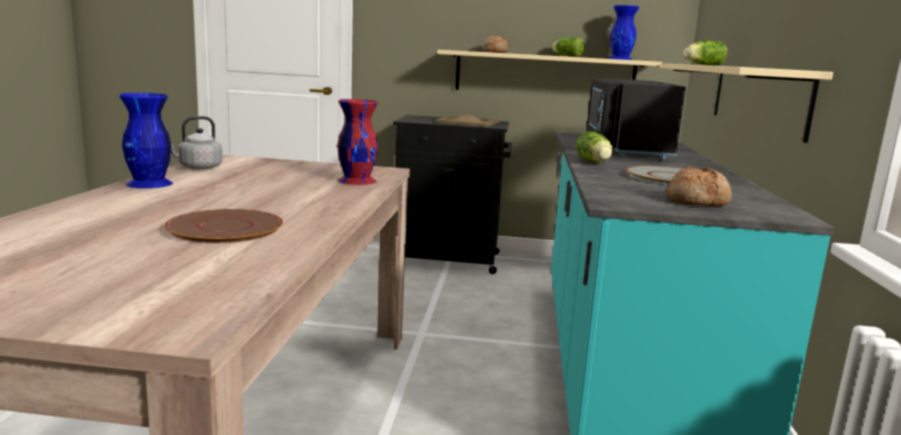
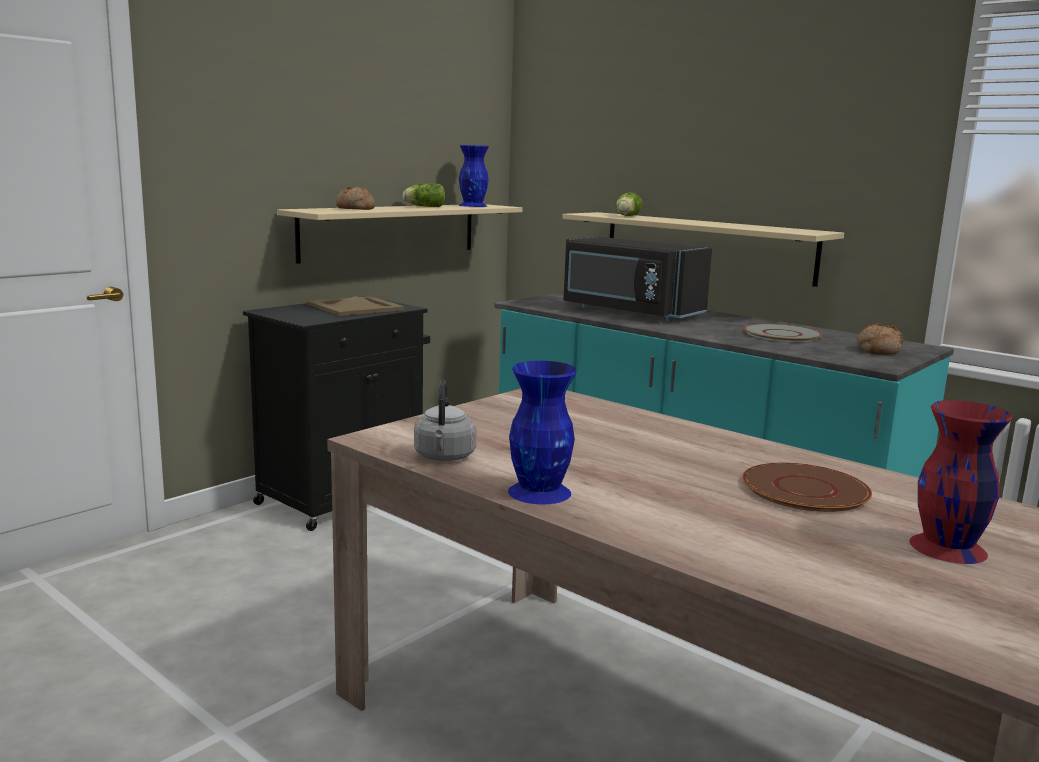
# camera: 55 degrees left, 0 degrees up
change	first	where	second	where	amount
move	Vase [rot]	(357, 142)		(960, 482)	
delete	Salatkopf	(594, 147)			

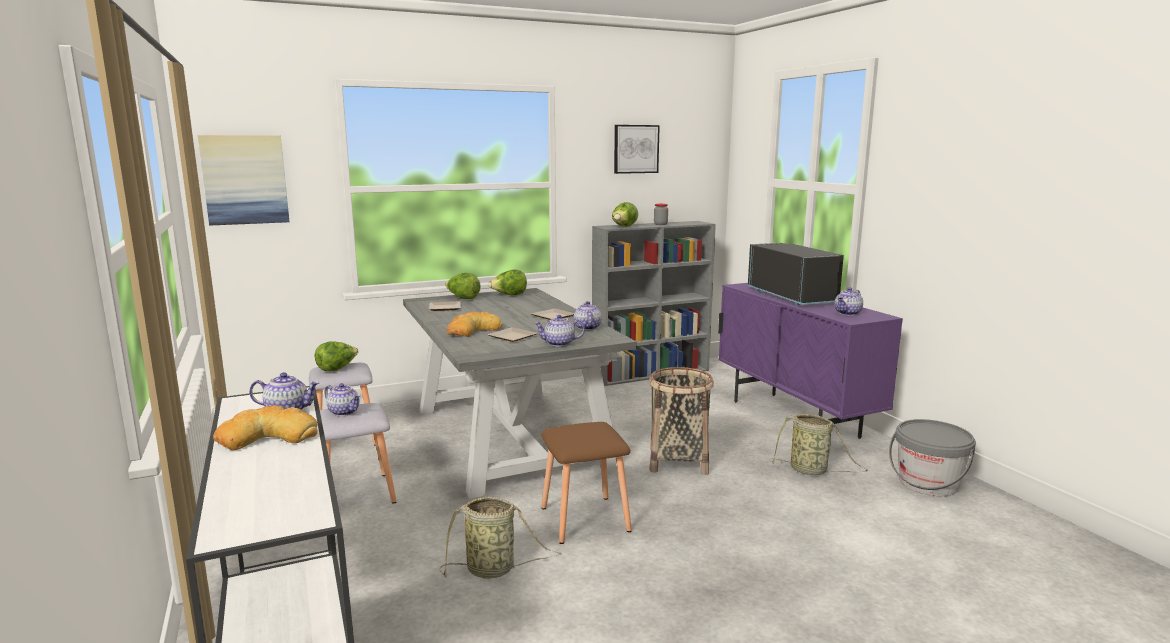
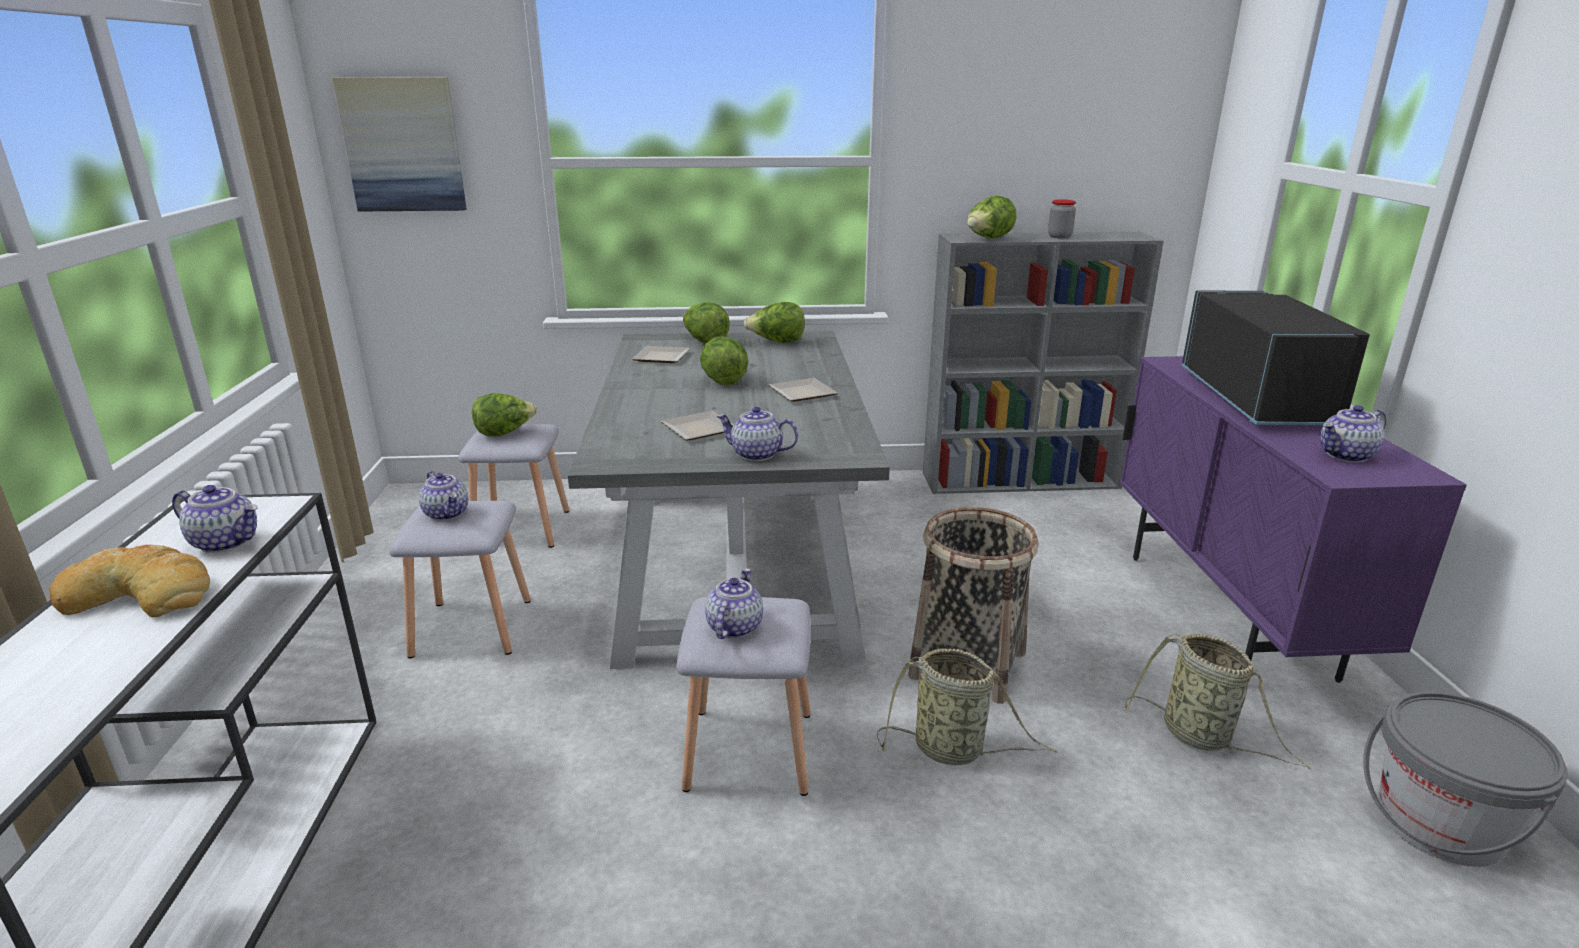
# camera: 20 degrees right, 10 degrees up
change	first	where	second	where	amount
recolor	Hocker [braun]	(586, 483)	Hocker [grau]	(743, 696)	
insert			Salatkopf	(724, 360)	
move	Teekanne	(587, 315)		(734, 603)	
move	Korb	(501, 537)		(967, 706)	
delete	Brot	(475, 324)			
delete	Bild	(637, 149)			

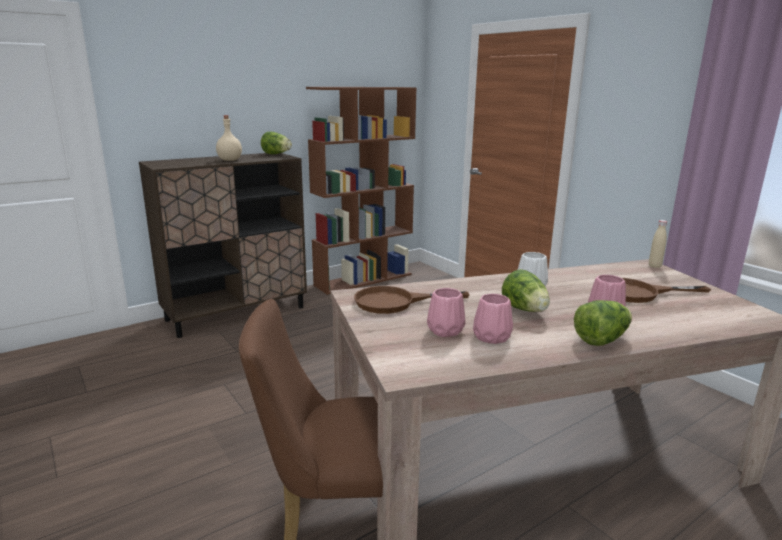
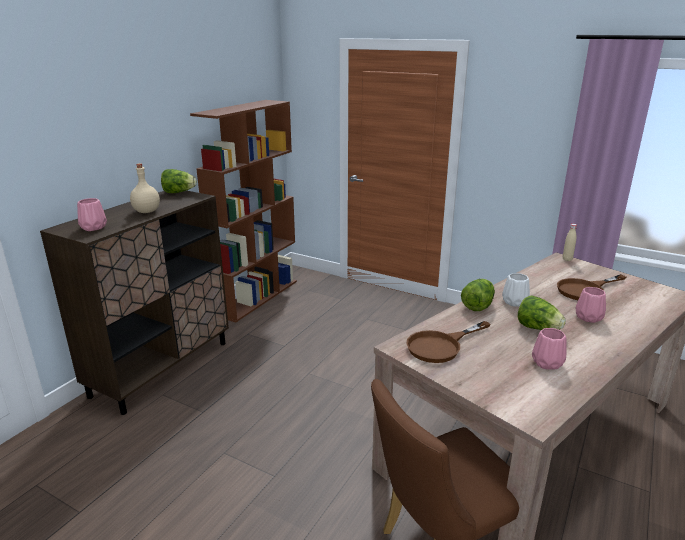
# camera: 25 degrees left, 5 degrees up
change	first	where	second	where	amount
move	Vase [rosa]	(446, 312)		(92, 214)	
move	Salatkopf	(603, 323)		(478, 295)	

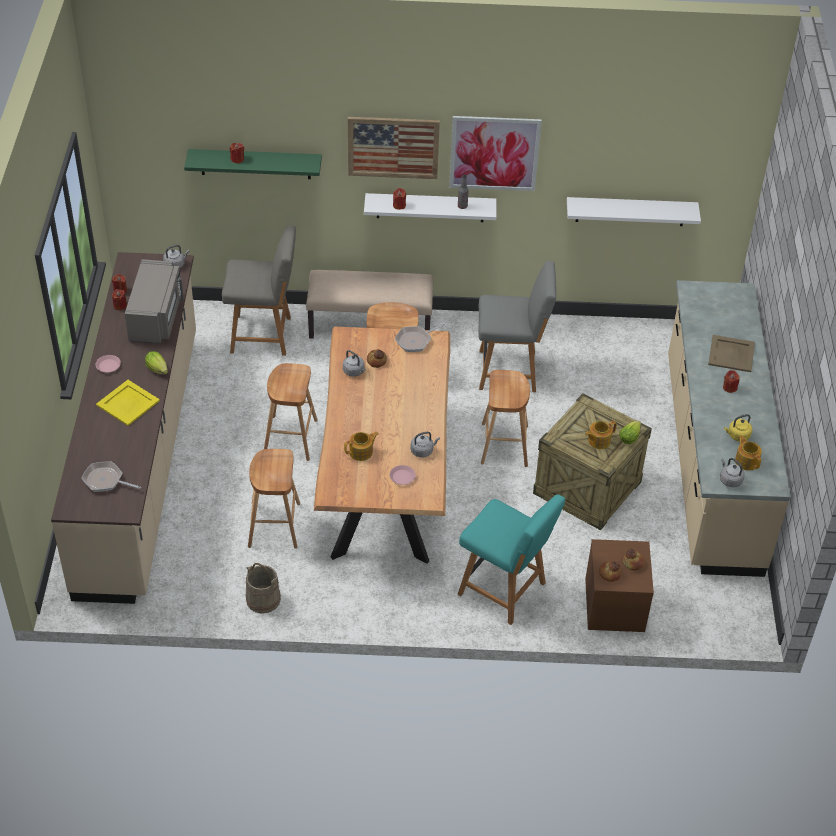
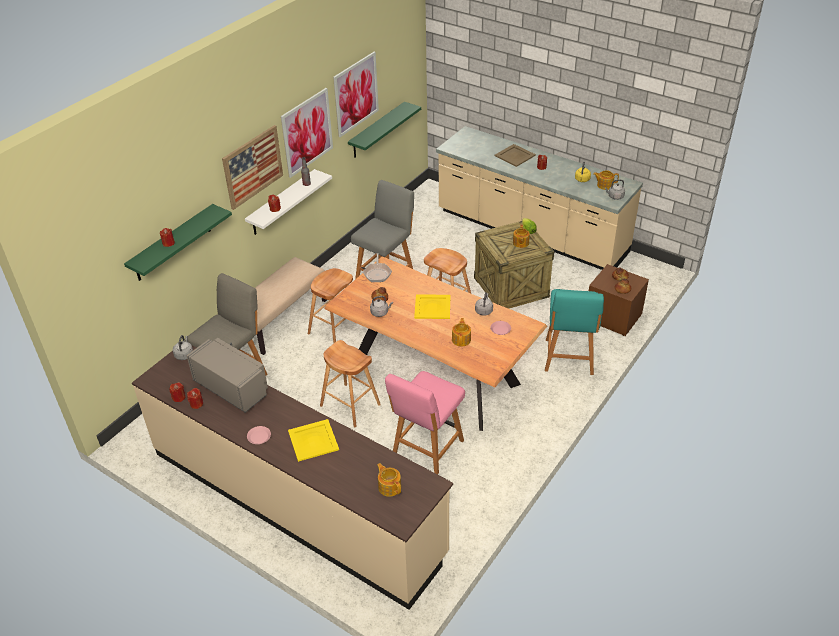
# camera: 55 degrees left, 5 degrees down
change	first	where	second	where	amount
insert			Bild	(356, 94)	
recolor	Wandregal [weiß]	(634, 211)	Wandregal [grün]	(384, 130)	
replace	Pfanne	(111, 476)	Teekanne	(389, 480)	
replace	Hocker [braun]	(274, 499)	Stuhl [rosa]	(425, 422)	
insert			Tablett [gelb]	(432, 306)	
rotate	Stuhl [türkis]	(511, 559)		(574, 332)	120 degrees clockwise
delete	Salatkopf	(156, 362)			
delete	Eimer [beige]	(263, 588)			

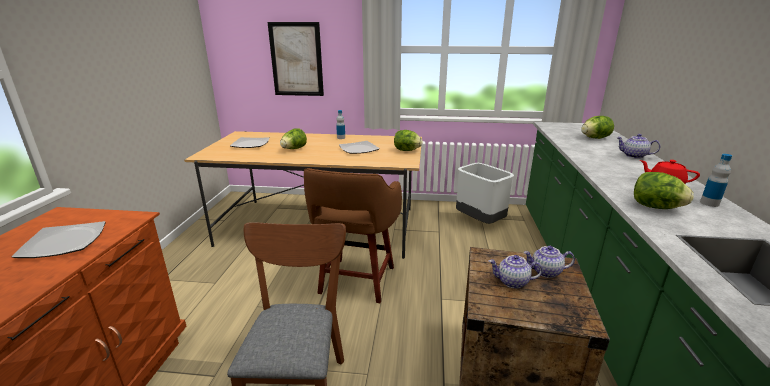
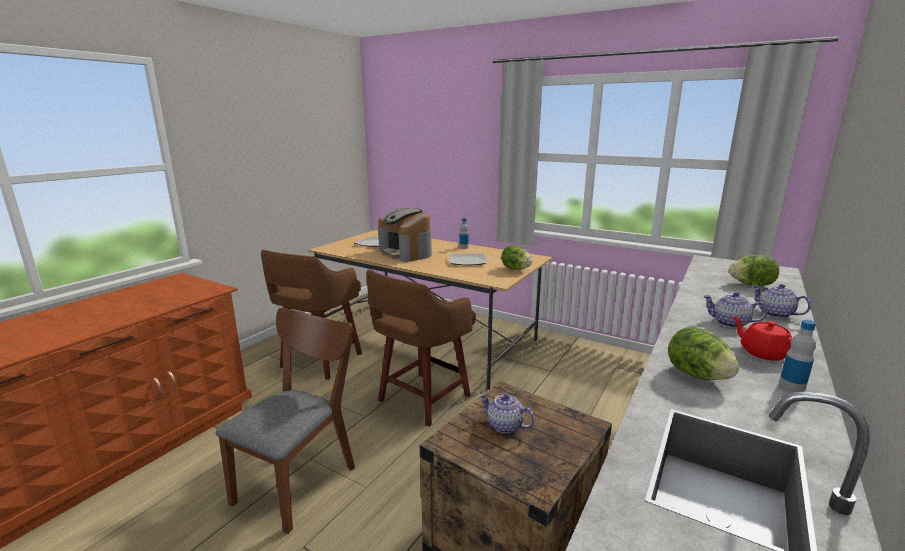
# camera: 25 degrees right, 5 degrees down
change	first	where	second	where	amount
insert			Hocker [braun]	(311, 315)	
replace	Salatkopf	(293, 138)	Kaffeemaschine	(405, 235)	
move	Teekanne	(549, 262)		(735, 310)	
delete	Teller	(58, 239)			
delete	Bild	(295, 59)			
delete	Mülleimer [grau]	(485, 193)			

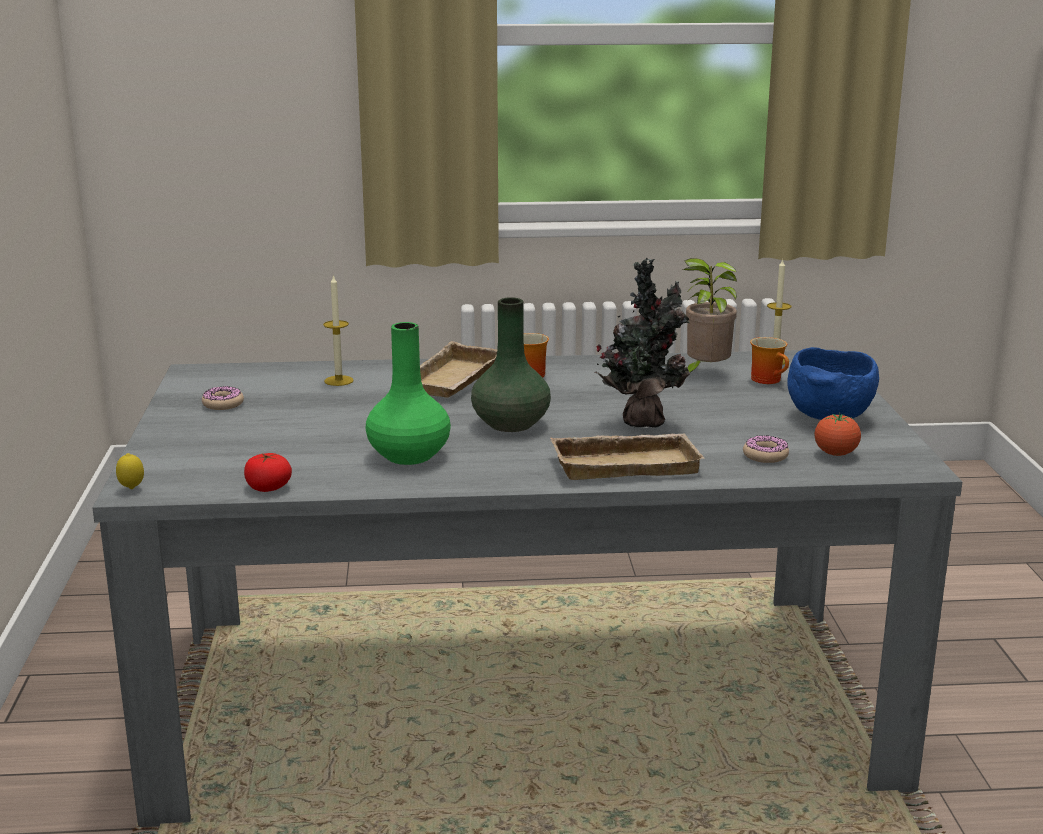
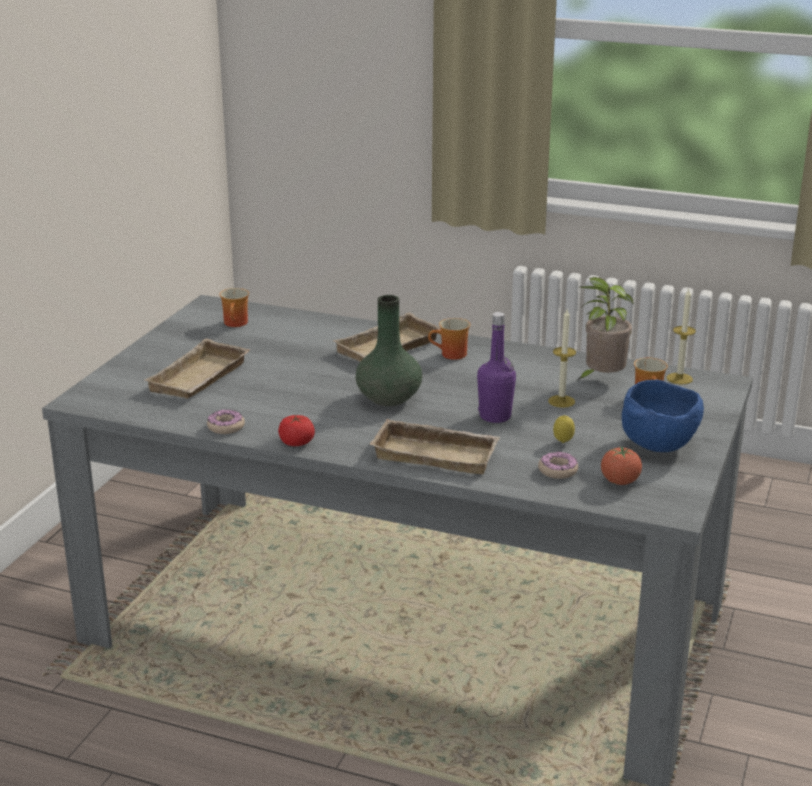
# camera: 25 degrees right, 5 degrees up
change	first	where	second	where	amount
insert			Tablett [beige]	(197, 368)	
move	Donut	(223, 398)		(226, 422)	
insert			Henkelbecher	(234, 307)	
move	Tomate	(268, 472)		(296, 430)	
replace	Topfpflanze	(642, 343)	Flasche [lila]	(496, 367)	
move	Kerze	(338, 330)		(562, 358)	
move	Zitrone	(130, 471)		(564, 429)	
delete	Vase [grün]	(408, 393)			

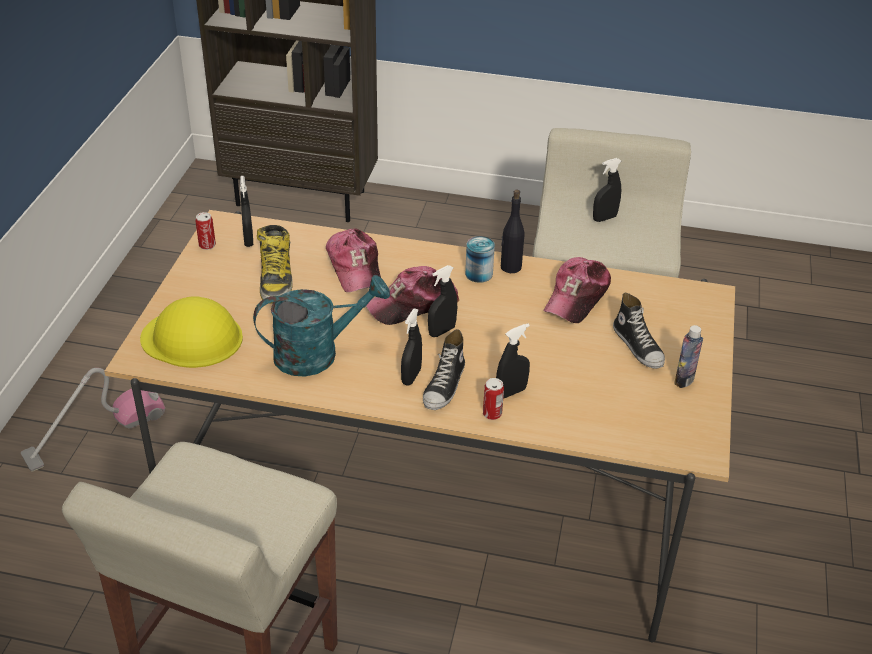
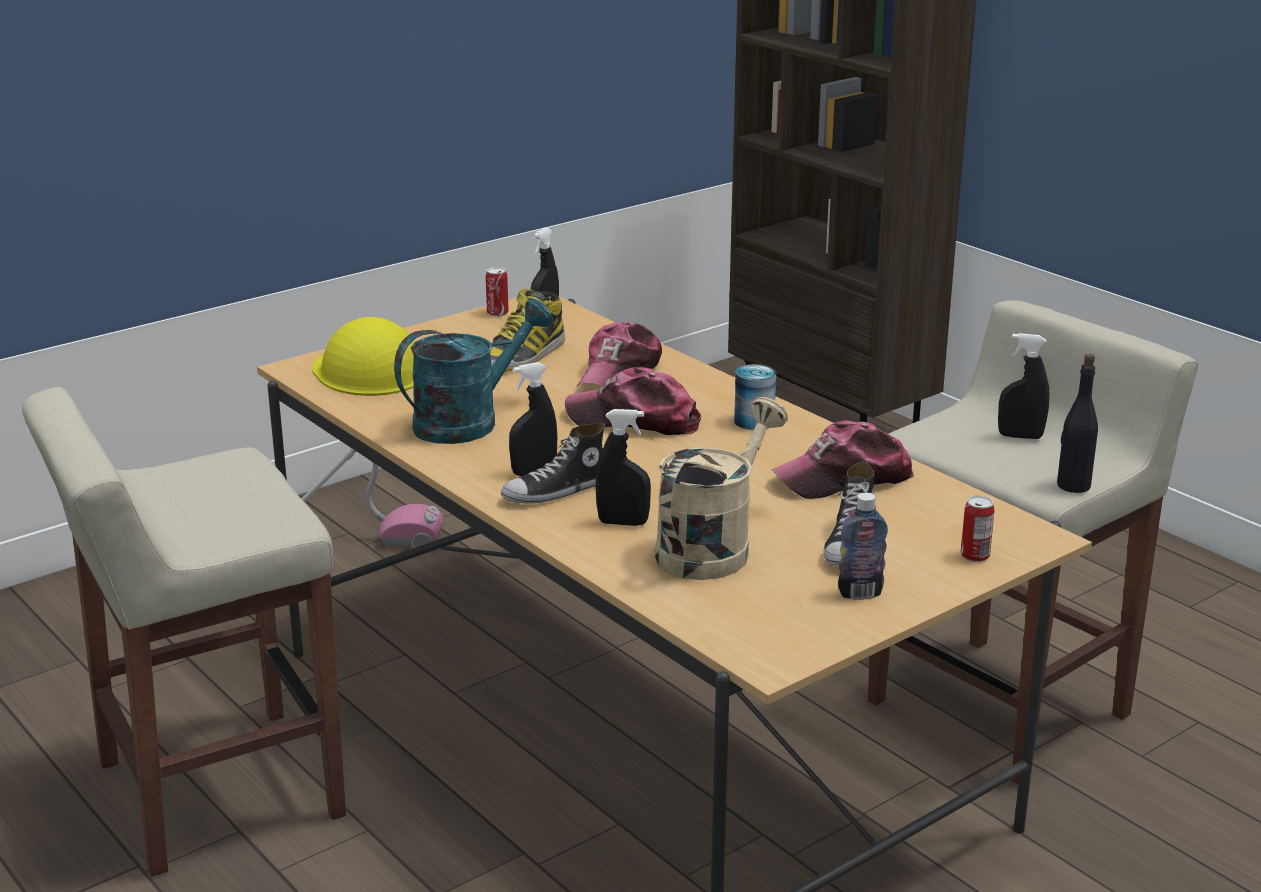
# camera: 40 degrees right, 15 degrees down
change	first	where	second	where	amount
rotate	Gießkanne [türkis]	(321, 326)		(473, 371)	60 degrees counterclockwise
insert			Gießkanne [beige]	(721, 488)	
move	Dose	(493, 399)		(977, 529)	
move	Flasche [schwarz]	(512, 231)		(1077, 423)	
delete	Sprühflasche [schwarz]	(442, 301)			

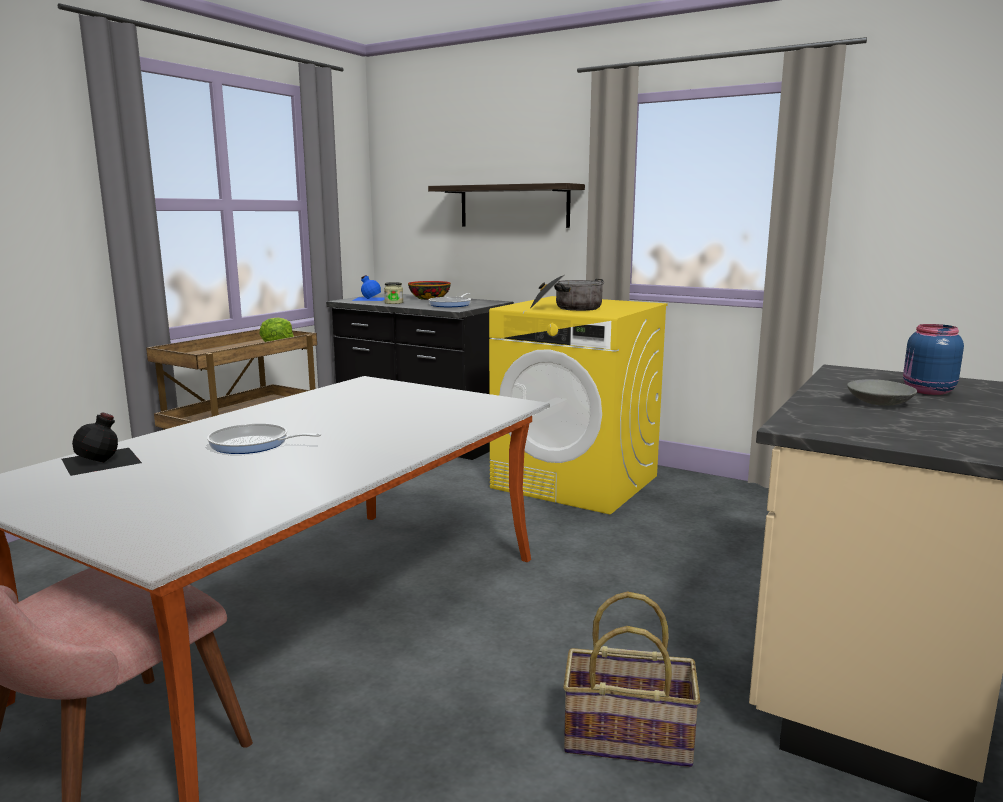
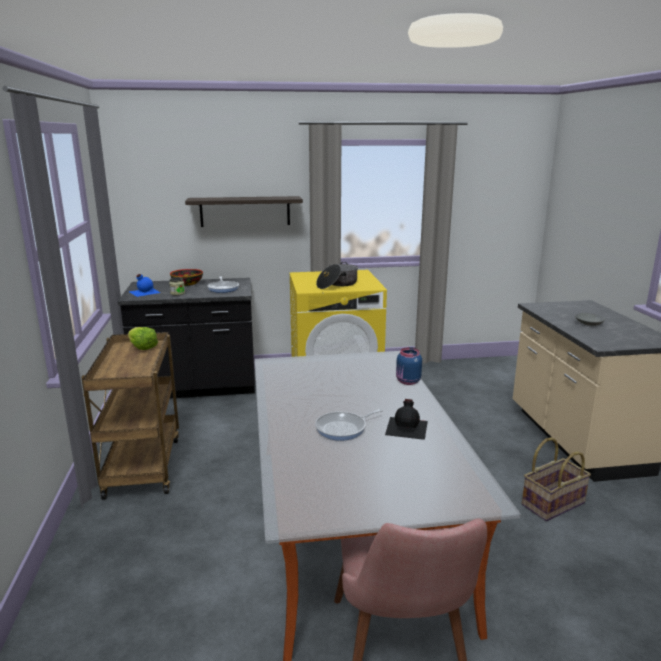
# camera: 40 degrees left, 5 degrees up
change	first	where	second	where	amount
move	Flasche [schwarz]	(102, 444)		(406, 419)	
move	Vorratsglas [blau]	(933, 359)		(409, 366)	

